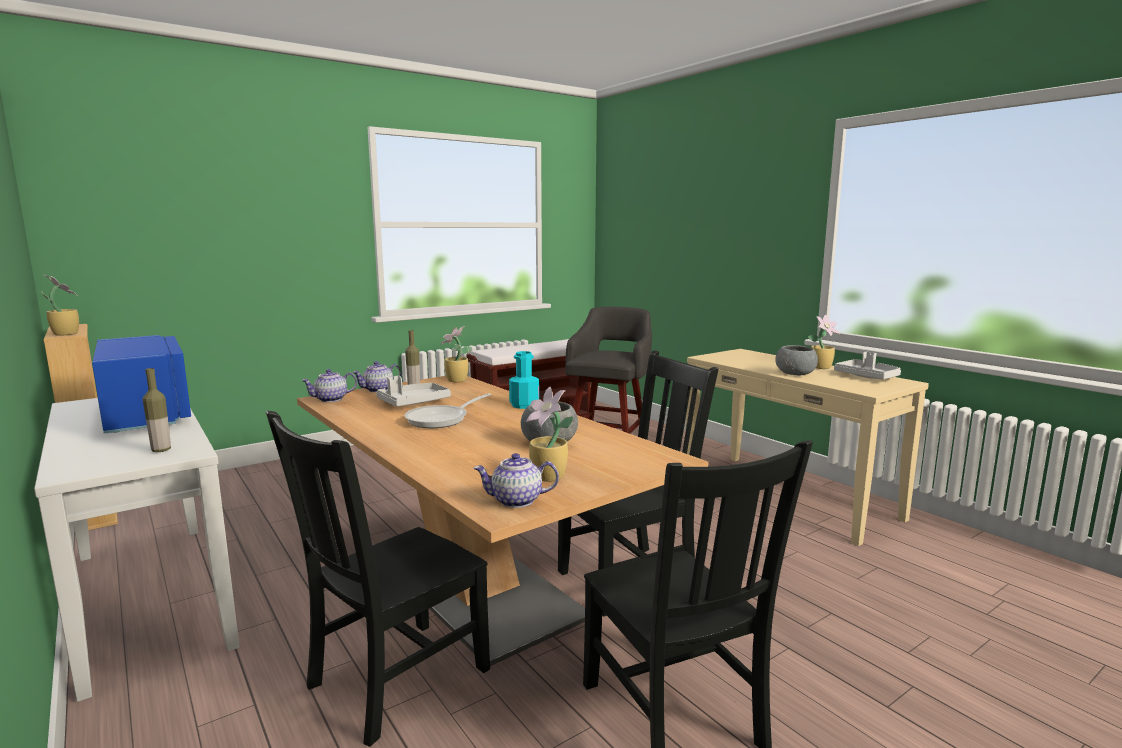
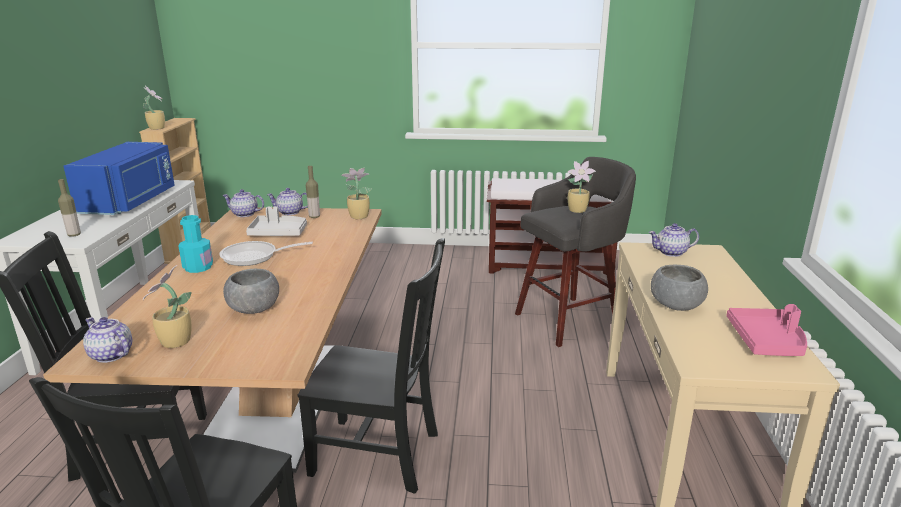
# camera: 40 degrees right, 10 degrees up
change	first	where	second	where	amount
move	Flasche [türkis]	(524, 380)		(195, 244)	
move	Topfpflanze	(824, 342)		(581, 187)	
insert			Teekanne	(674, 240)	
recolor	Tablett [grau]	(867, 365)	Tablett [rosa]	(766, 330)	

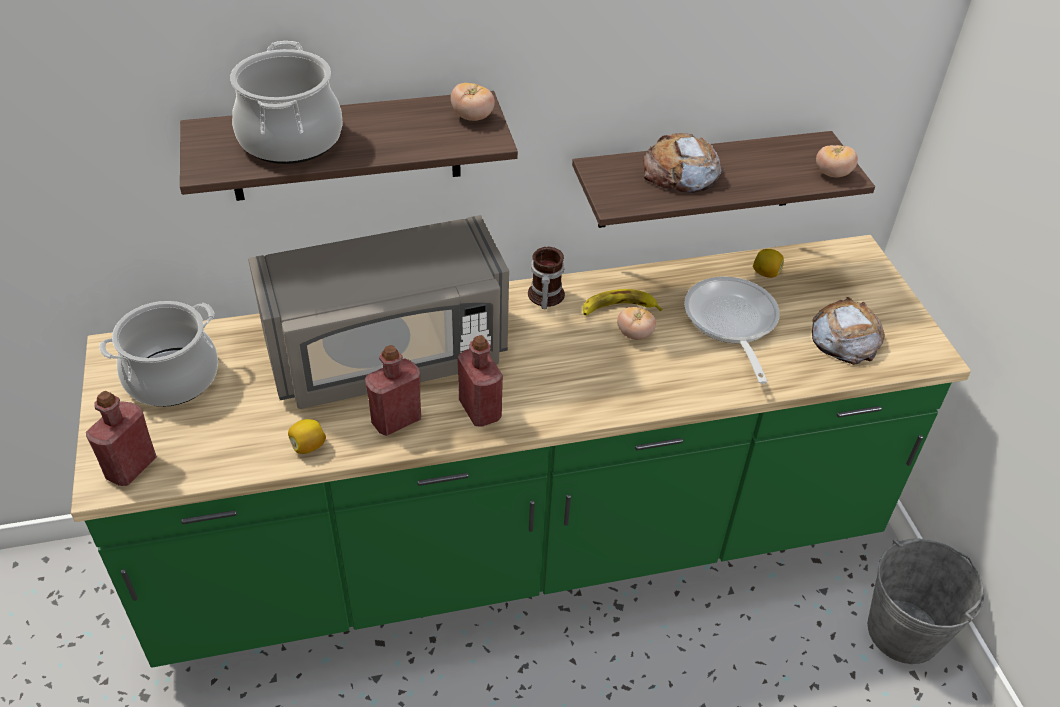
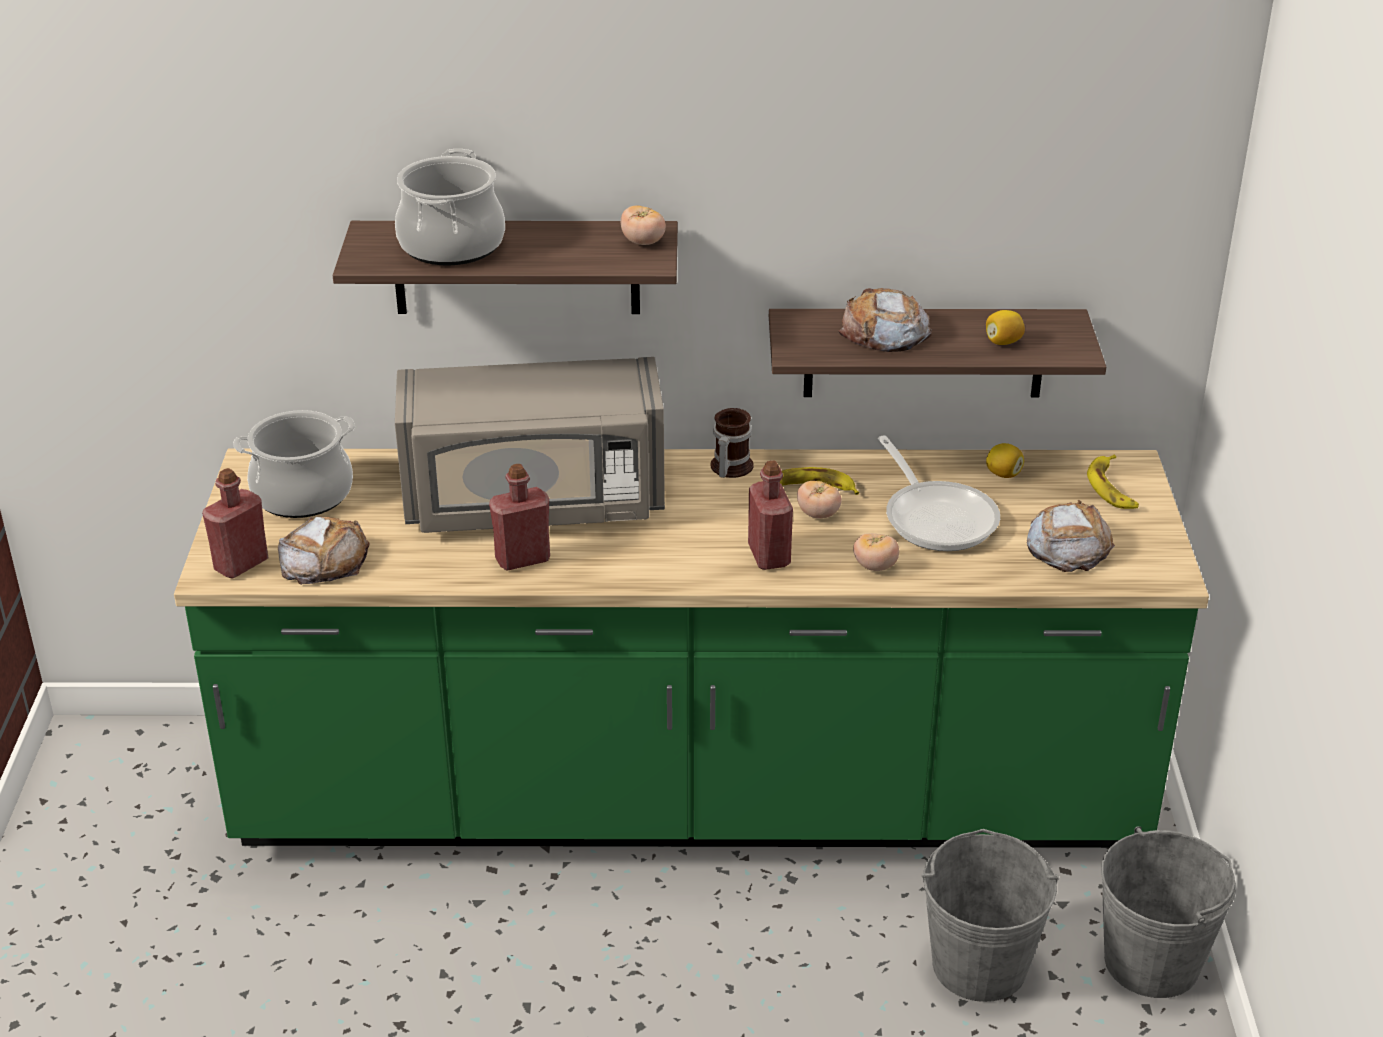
# camera: 15 degrees right, 10 degrees down
change	first	where	second	where	amount
insert			Brot	(323, 551)	
move	Flasche [rot]	(480, 381)		(770, 515)	
move	Tomate	(837, 161)		(876, 552)	
rotate	Pfanne	(732, 330)		(939, 493)	150 degrees clockwise
insert			Eimer [grau]	(990, 915)	
move	Zitrone	(307, 436)		(1005, 327)	
insert			Banane	(1113, 482)	

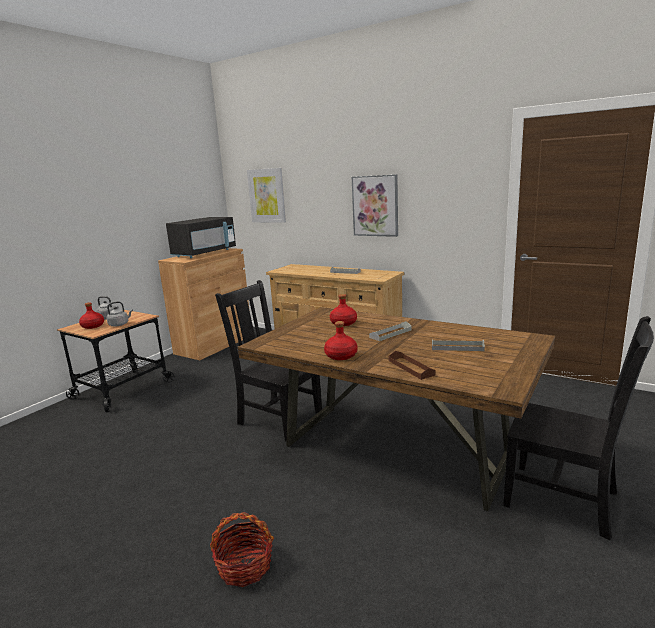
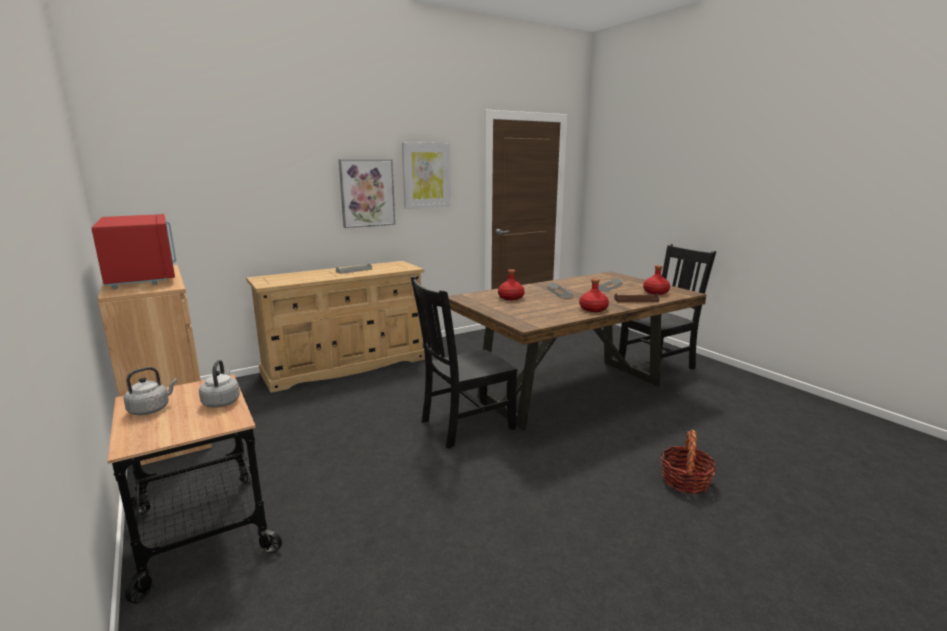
# camera: 65 degrees left, 0 degrees up
change	first	where	second	where	amount
recolor	Mikrowelle [schwarz]	(201, 237)	Mikrowelle [rot]	(133, 251)	
move	Bild	(266, 195)		(426, 175)	
move	Flasche [rot]	(91, 315)		(656, 280)	

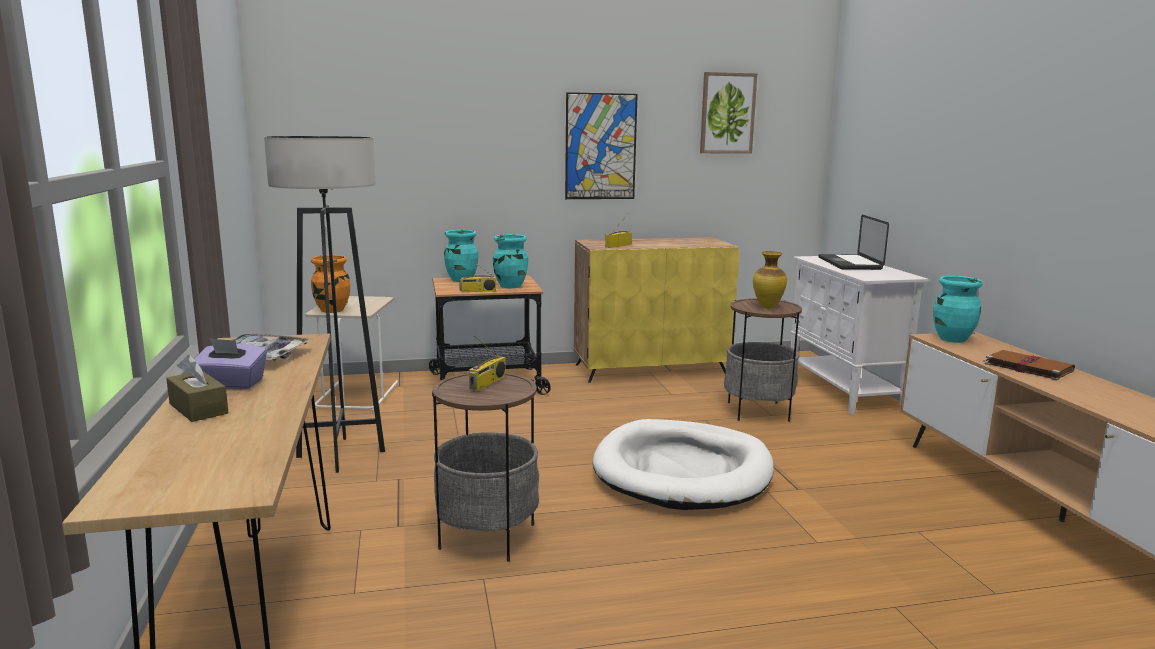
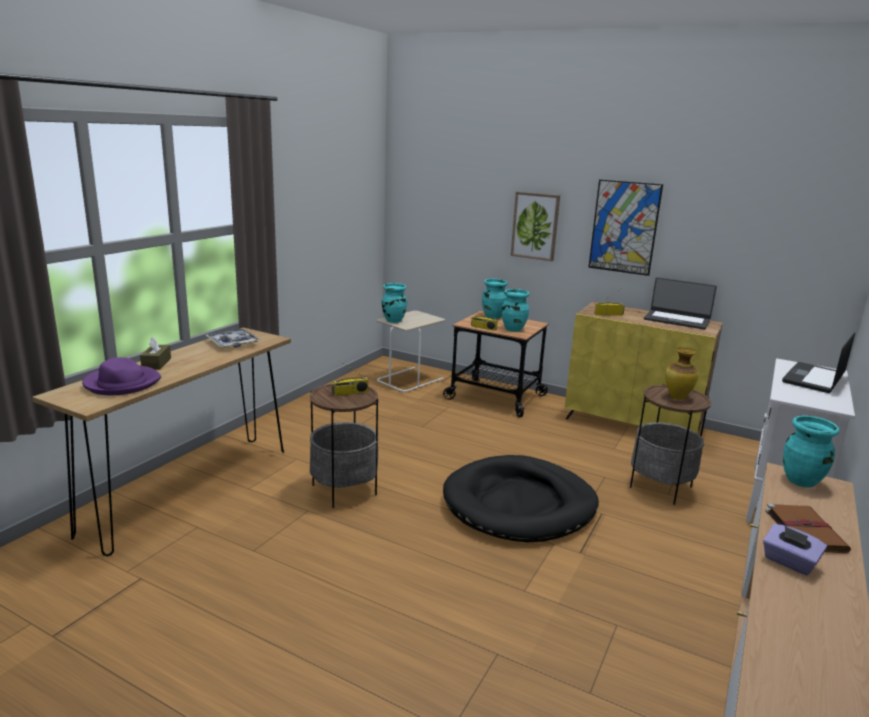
# camera: 40 degrees right, 5 degrees up
change	first	where	second	where	amount
insert			Hut [lila]	(121, 376)	
recolor	Vase [orange]	(330, 284)	Vase [türkis]	(394, 303)	
recolor	Hundebett [weiß]	(683, 464)	Hundebett [schwarz]	(521, 498)	
move	Bild	(728, 113)		(535, 226)	
insert			Laptop	(680, 303)	
move	Taschentuchbox [lila]	(230, 363)		(795, 549)	
delete	Stehlampe [grau]	(324, 304)			

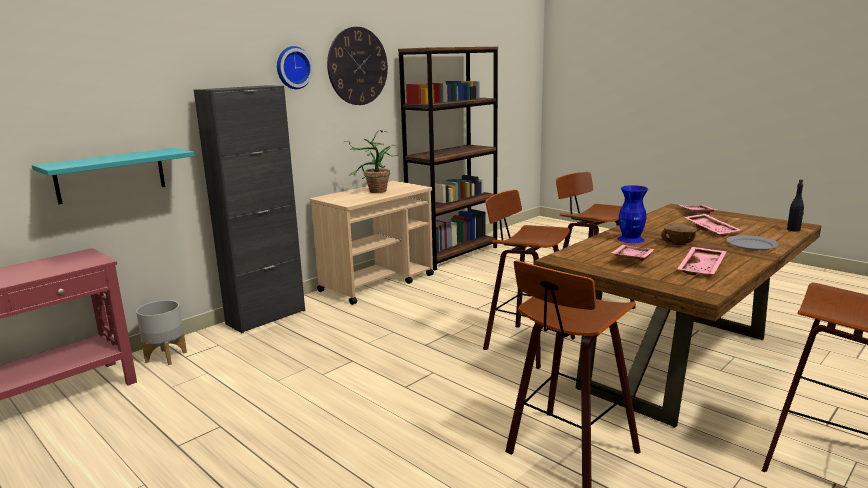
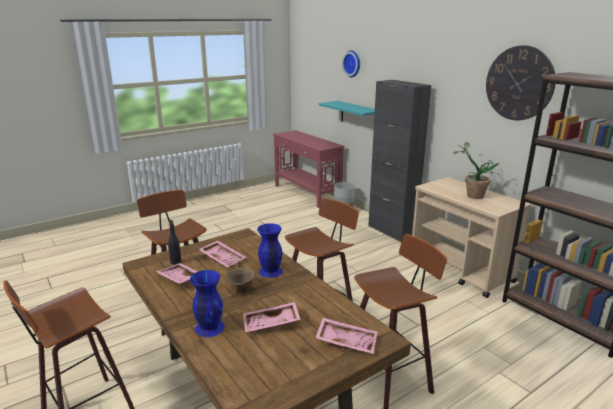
# camera: 100 degrees right, 5 degrees up
change	first	where	second	where	amount
move	Flasche [schwarz]	(795, 205)		(174, 242)	
replace	Teller [grau]	(752, 243)	Vase [blau]	(207, 303)	
move	Wanduhr	(295, 67)		(351, 63)	

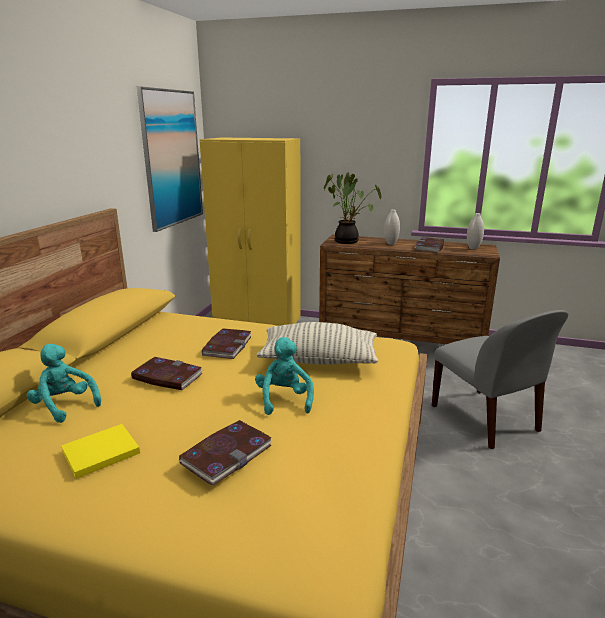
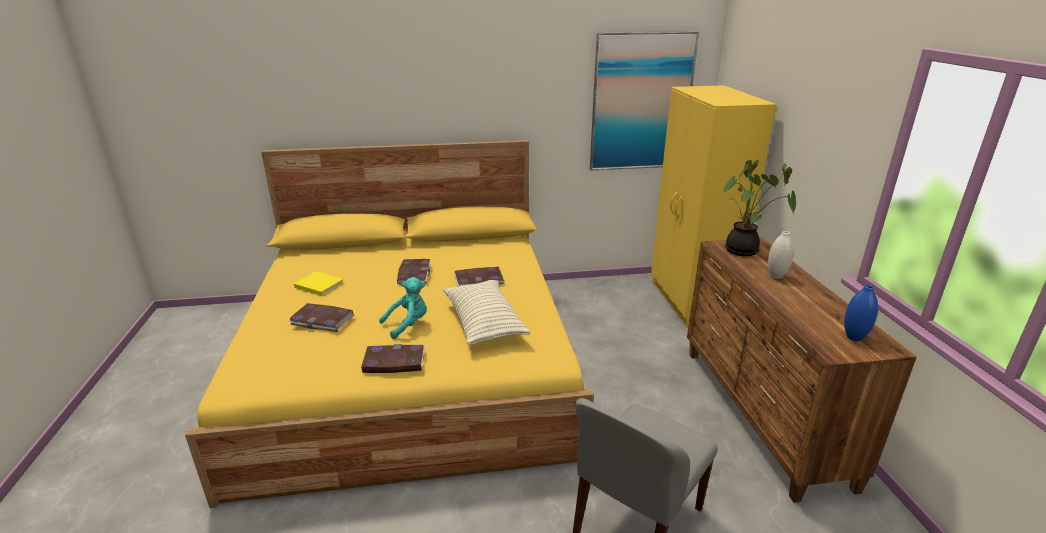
# camera: 65 degrees right, 5 degrees up
change	first	where	second	where	amount
move	Buch	(429, 244)		(393, 358)	
recolor	Vase [weiß]	(475, 231)	Vase [blau]	(861, 313)	
delete	Plüschtier [türkis]	(64, 383)			

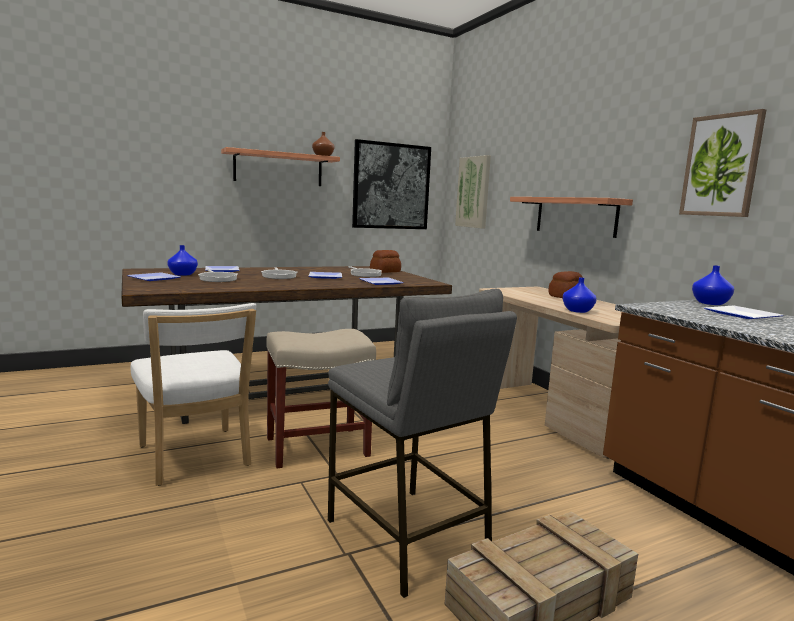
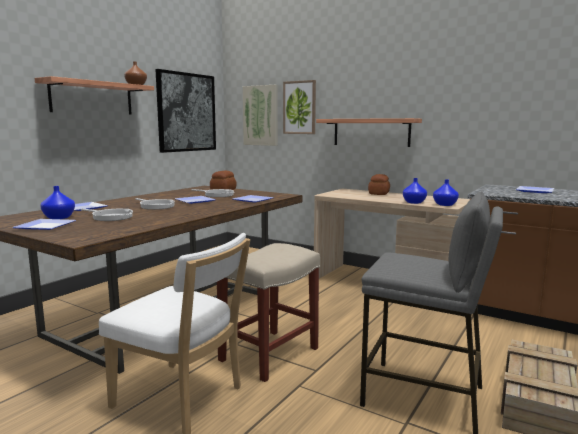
# camera: 30 degrees left, 0 degrees up
change	first	where	second	where	amount
move	Bild	(722, 163)		(299, 107)	
move	Vase [blau]	(713, 285)		(446, 193)	

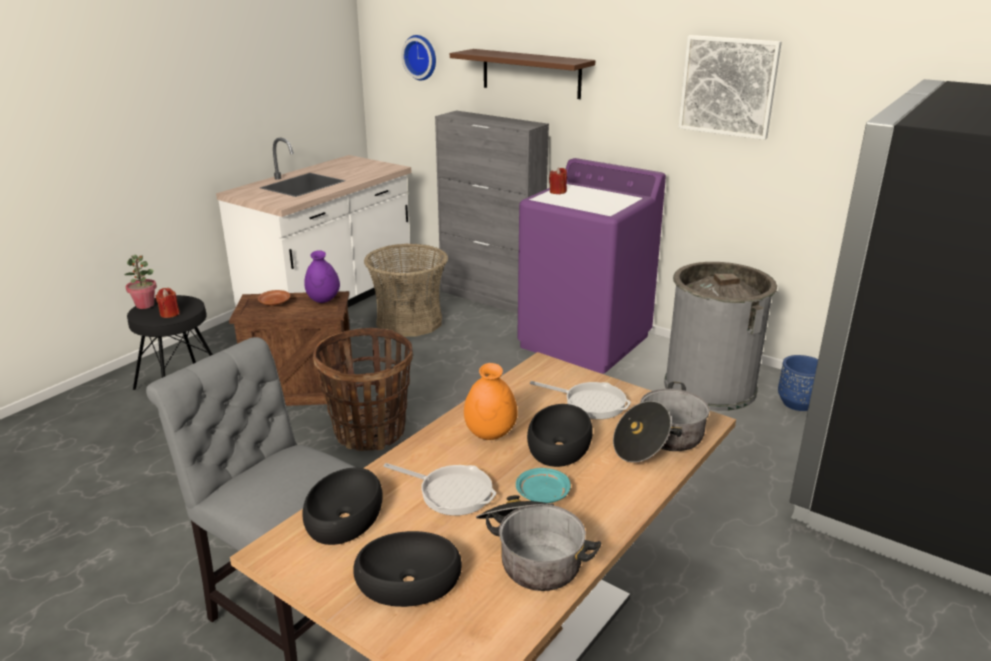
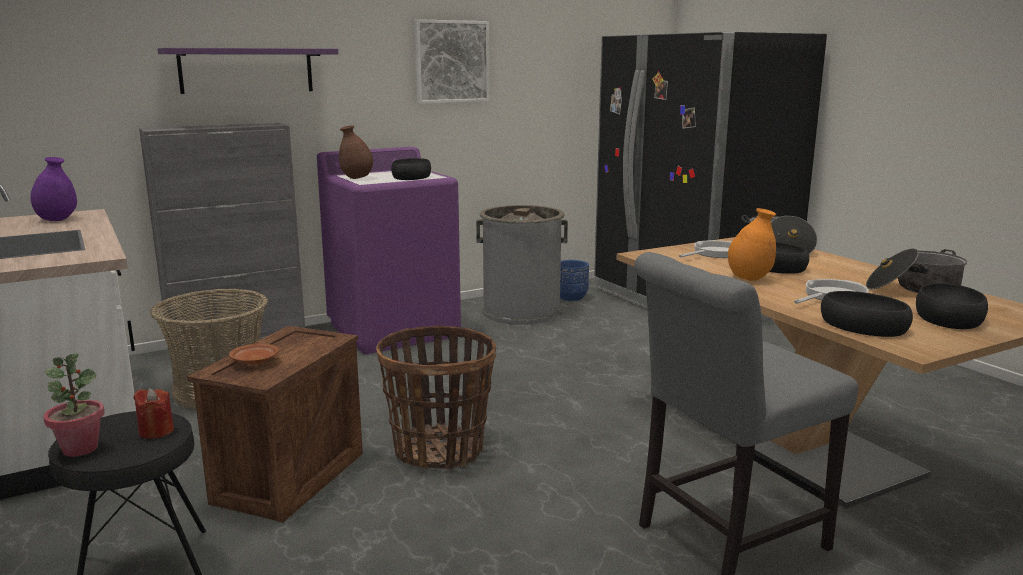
# camera: 65 degrees left, 10 degrees down
change	first	where	second	where	amount
move	Vase [lila]	(322, 276)		(53, 189)	
recolor	Wandregal [braun]	(522, 74)	Wandregal [lila]	(248, 71)	
replace	Kerze [rot]	(558, 180)	Vase [braun]	(356, 152)	
insert			Schüssel [schwarz]	(411, 169)	
delete	Wanduhr	(418, 57)			
delete	Teller [türkis]	(543, 485)			

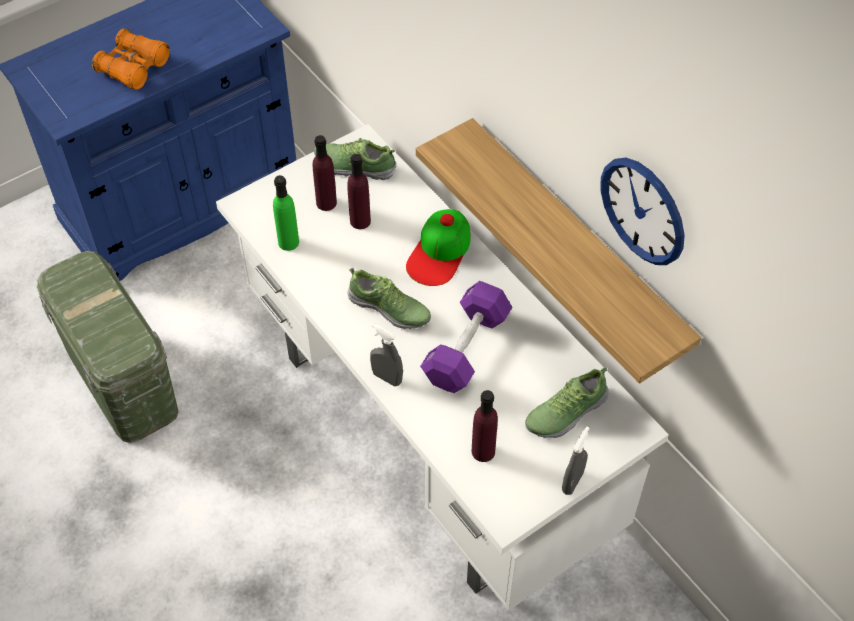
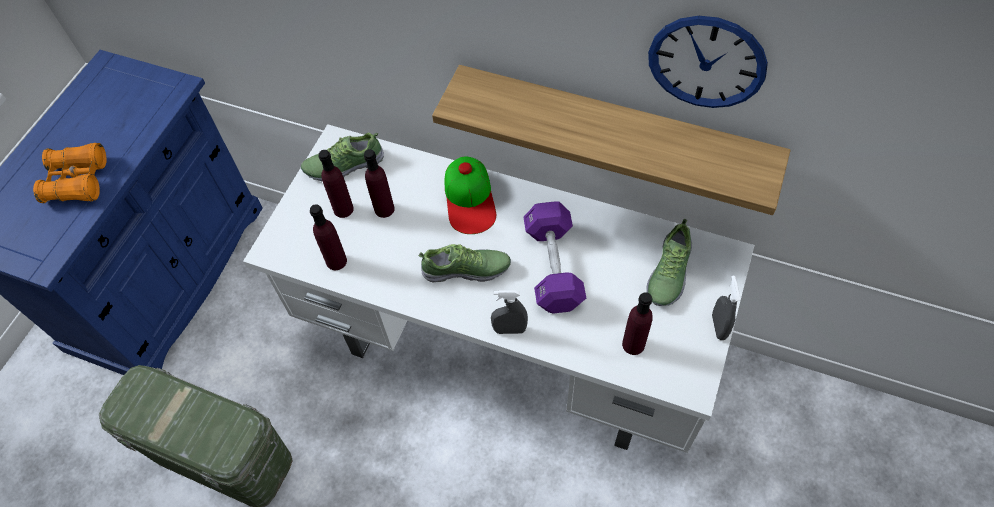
# camera: 30 degrees left, 5 degrees up
change	first	where	second	where	amount
recolor	Flasche [grün]	(286, 213)	Flasche [lila]	(328, 237)	

